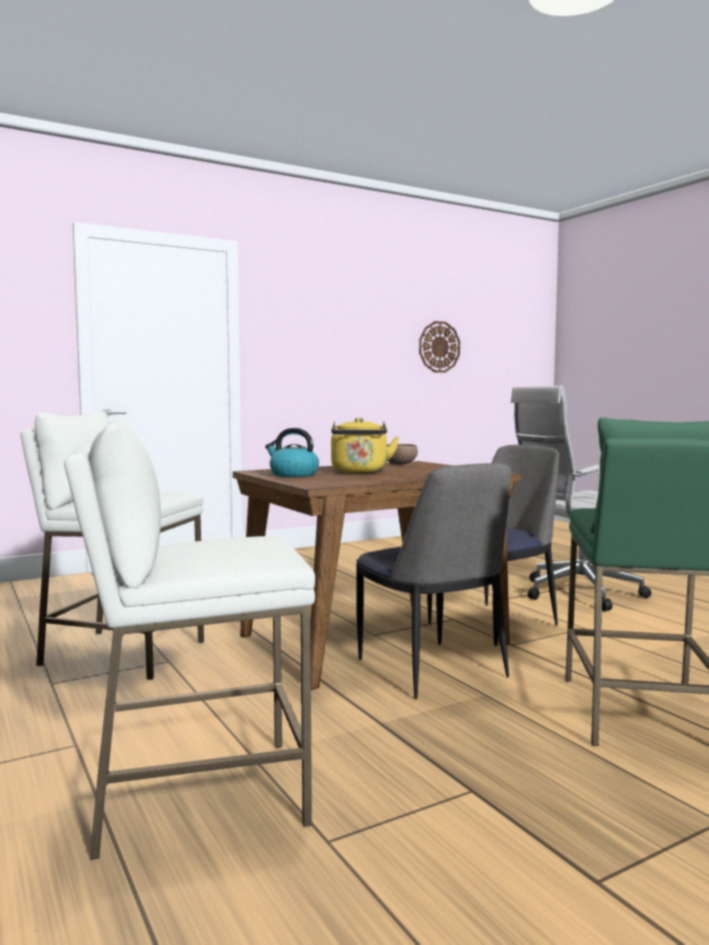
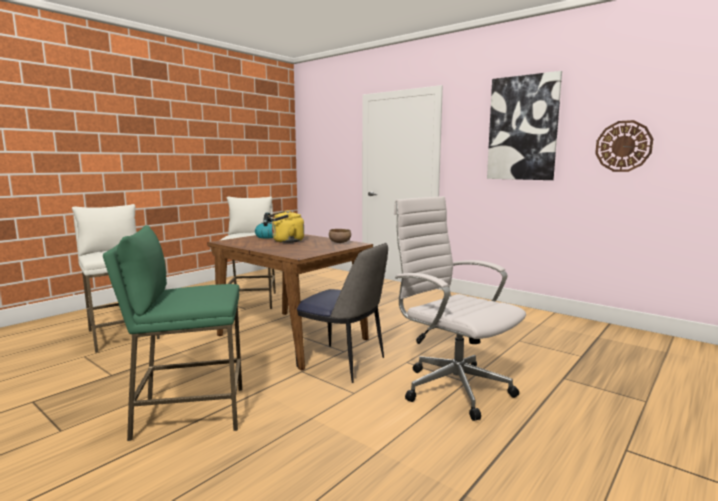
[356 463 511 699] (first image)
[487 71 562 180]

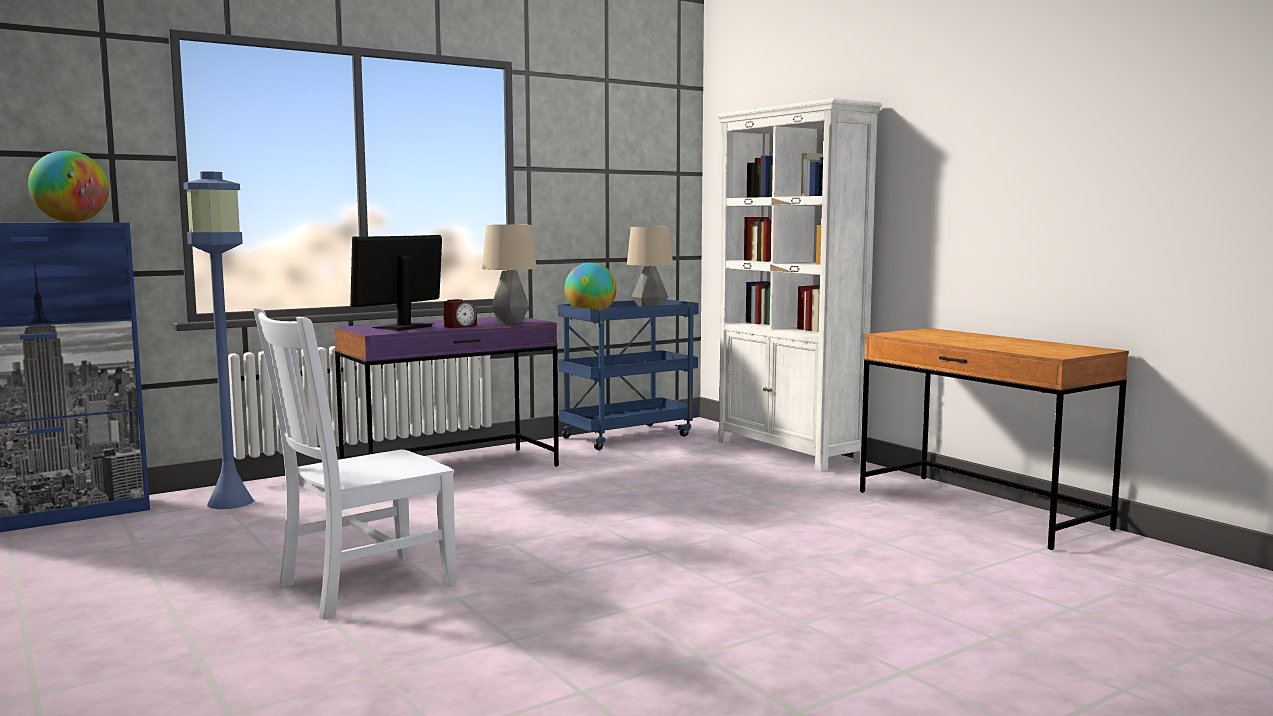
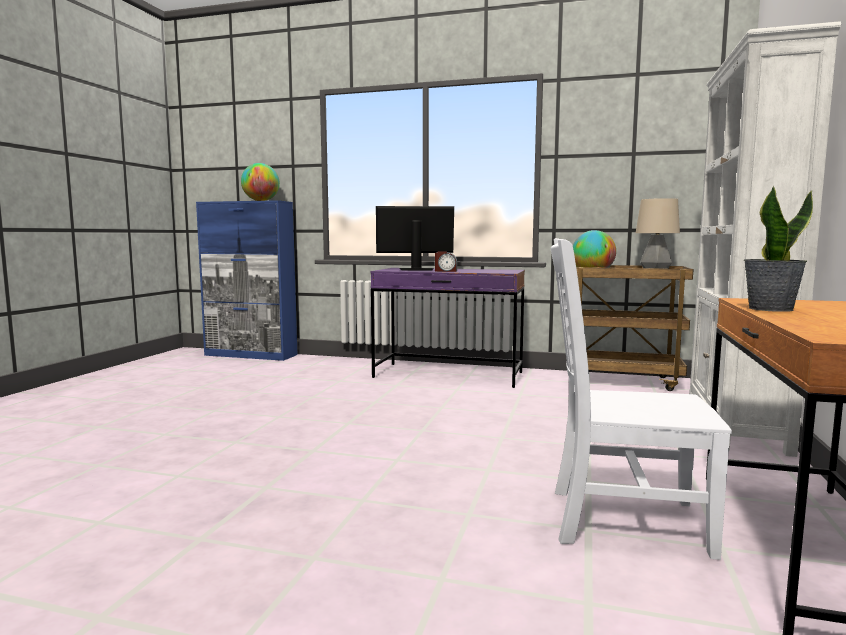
[183 172 254 509] (first image)
[551 238 732 560]
[482 225 537 324] (first image)
[576 265 694 391]
[744 186 813 312]

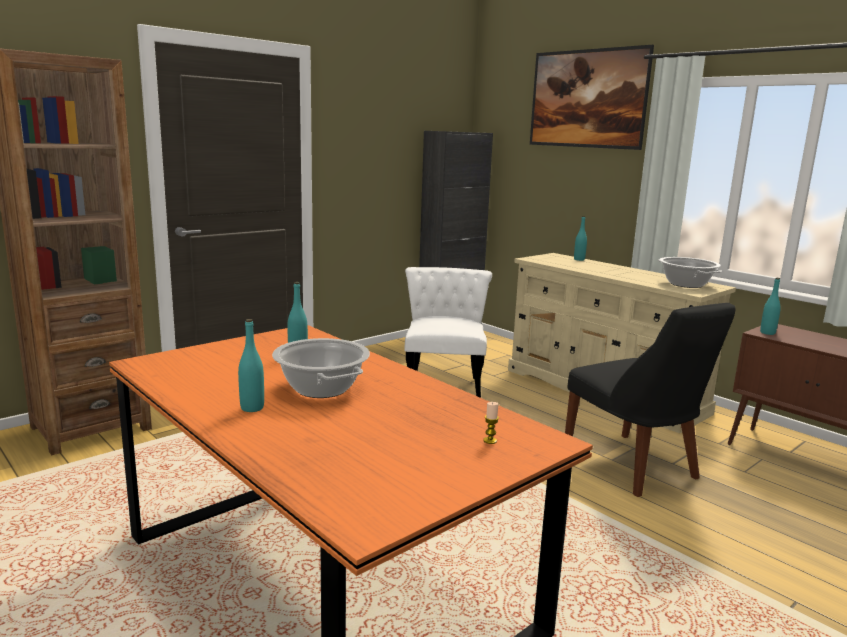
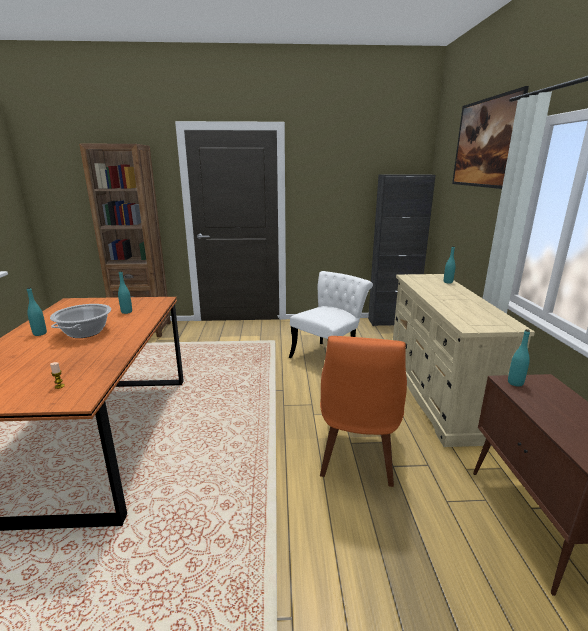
[320 336 407 487]
[658 257 722 288] (first image)

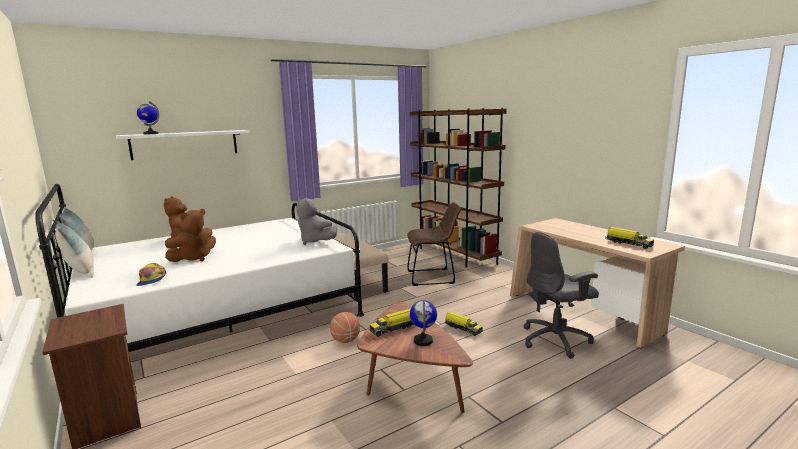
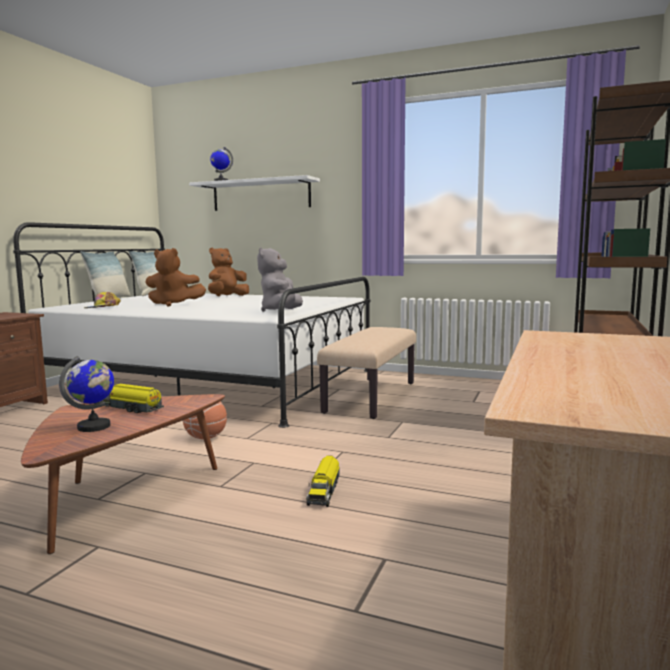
[407 202 461 286] (first image)
[523 232 599 359] (first image)
[605 227 654 249] (first image)

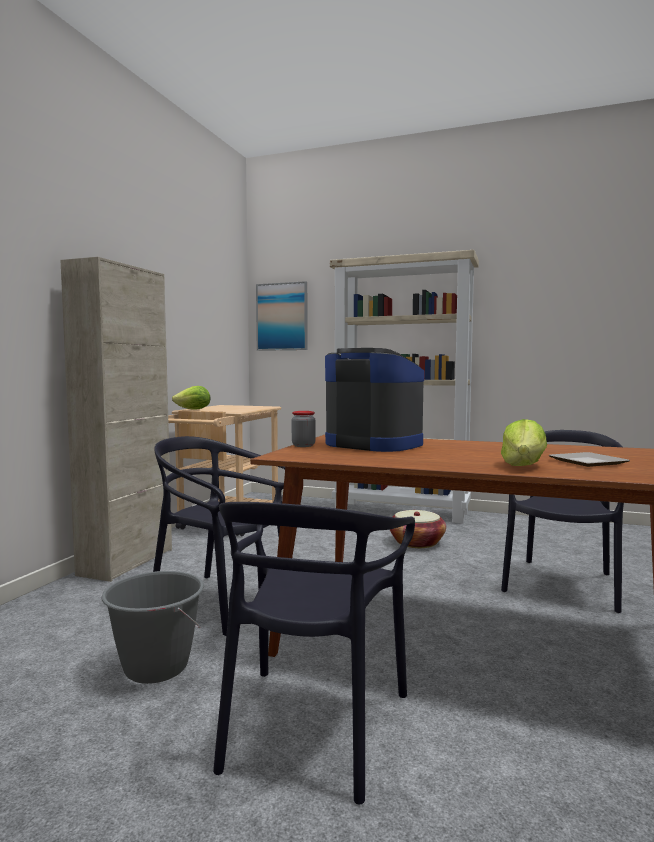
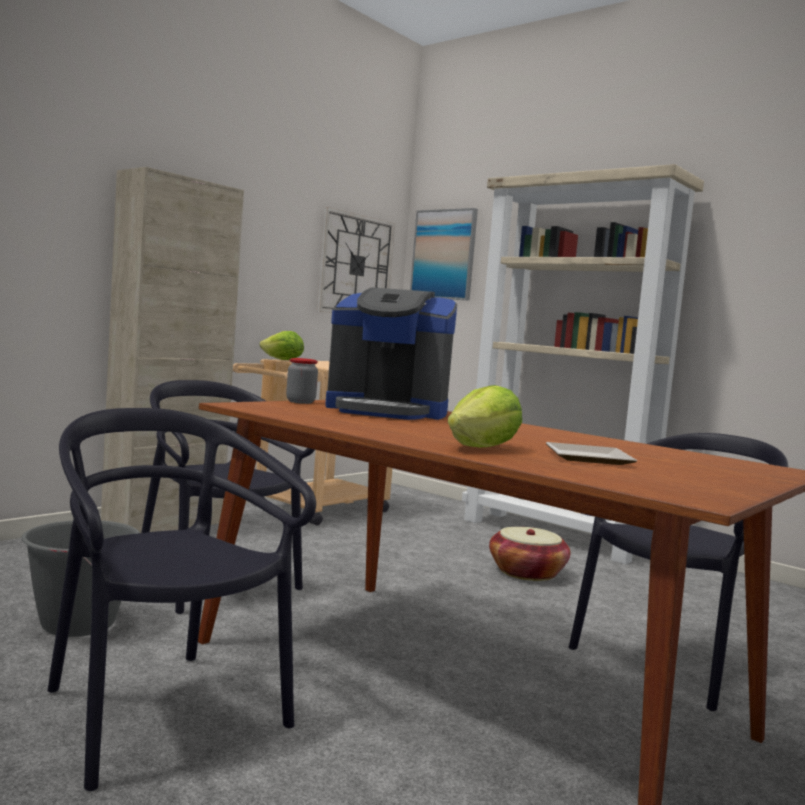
[48 408 316 791]
[325 287 457 420]
[317 207 395 313]

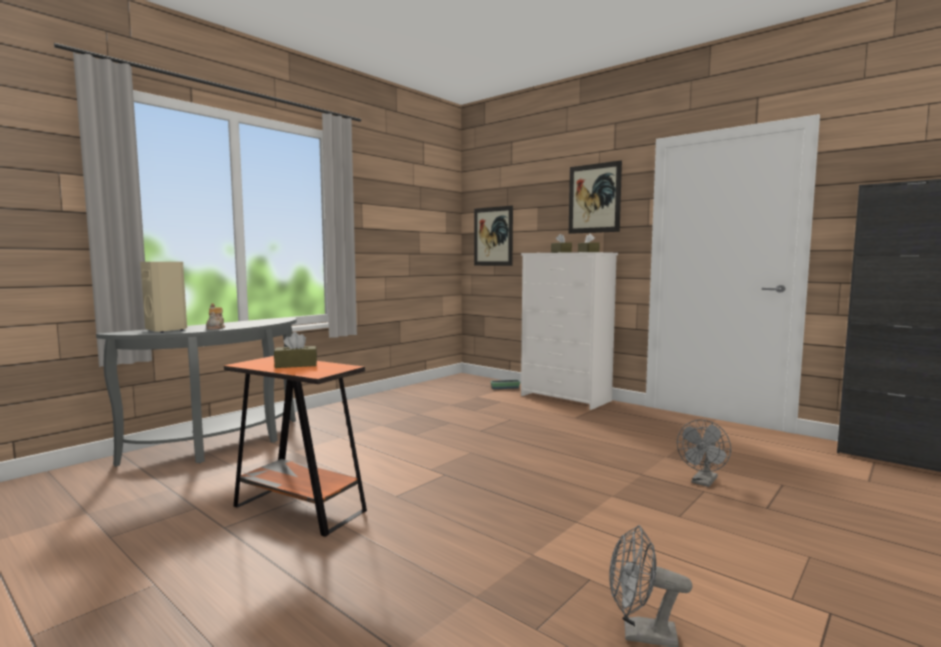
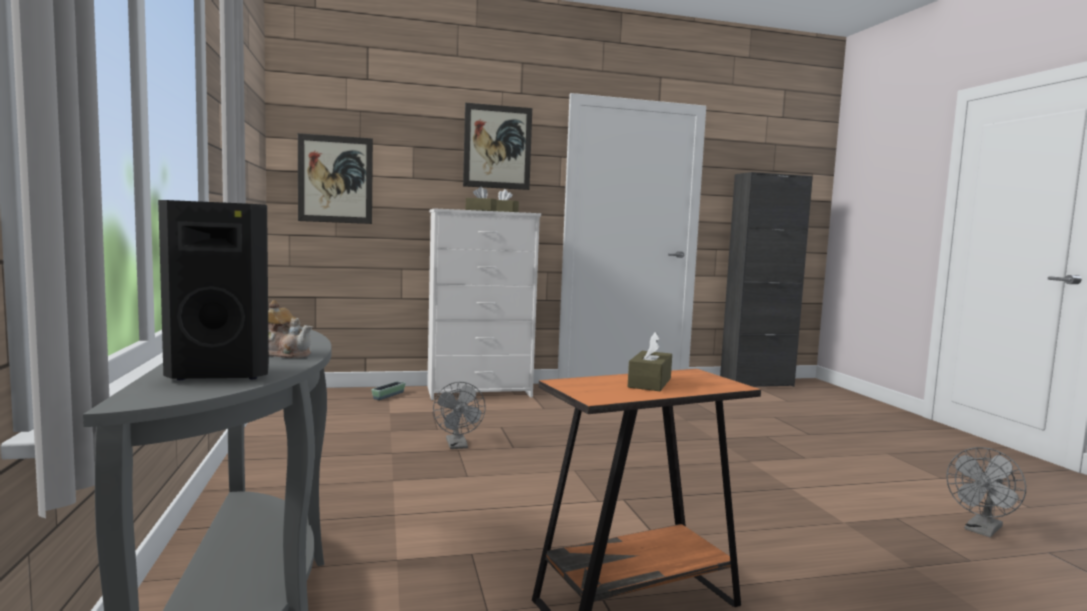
[158 200 269 380]
[433 382 486 449]

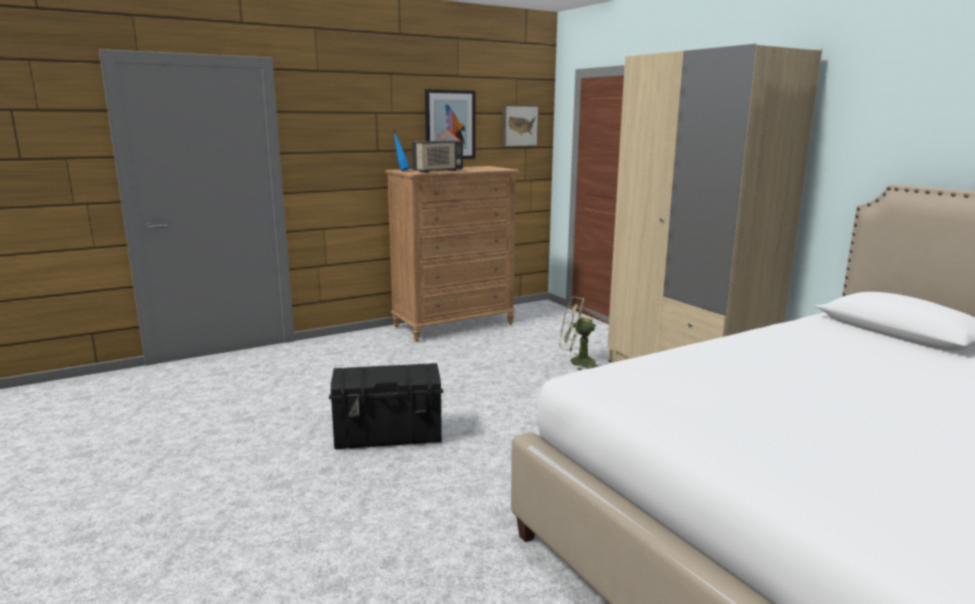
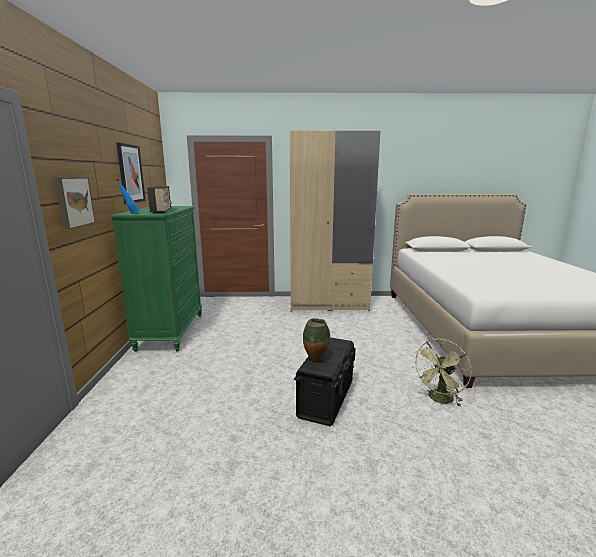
[111 206 202 352]
[54 177 96 229]
[414 339 472 407]
[303 318 330 361]

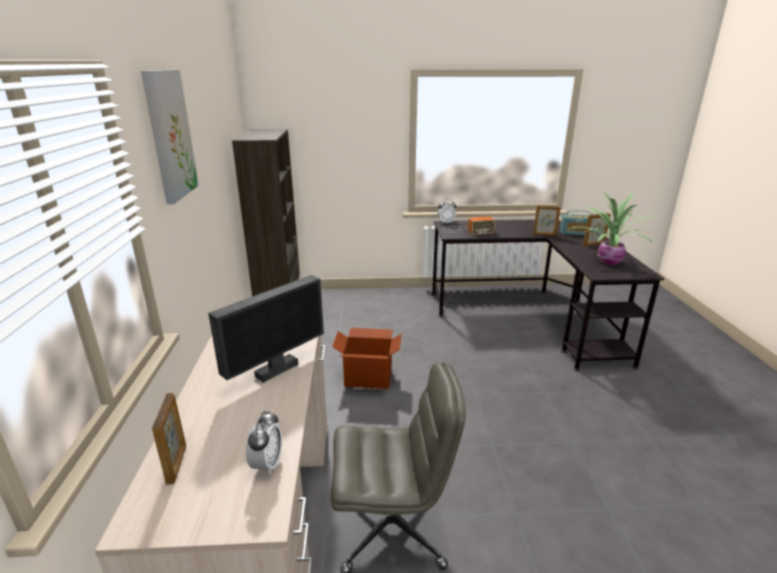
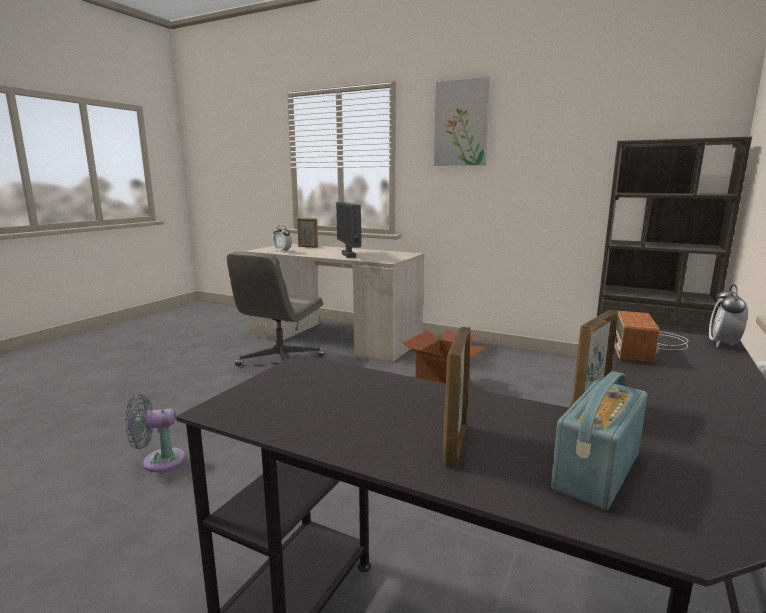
[567 192 655 265] (first image)
[125 394 185 472]

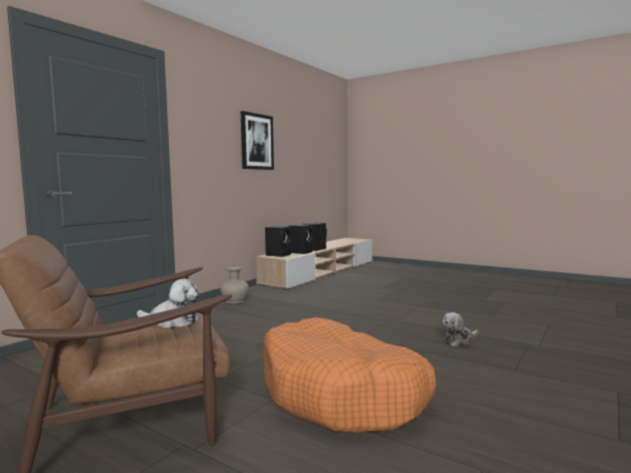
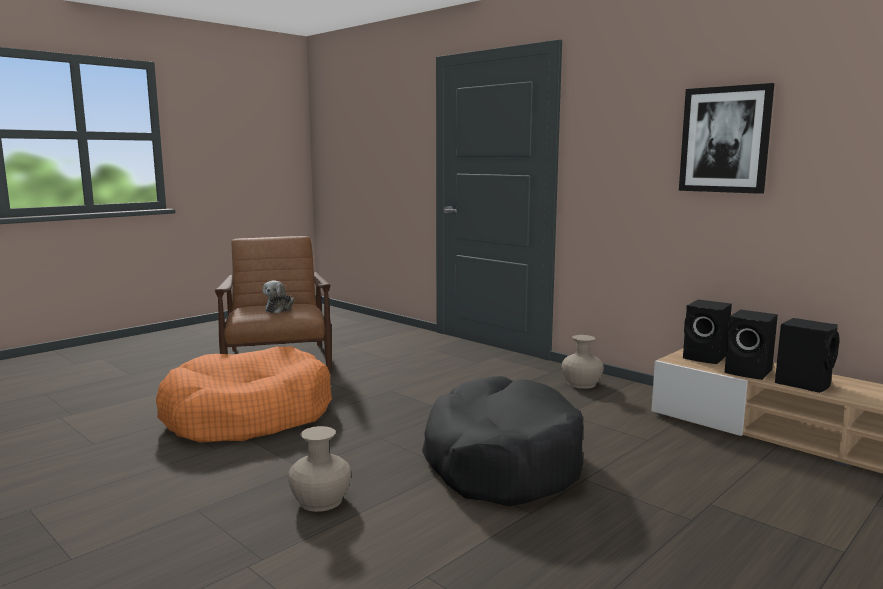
[288 426 351 512]
[422 376 584 506]

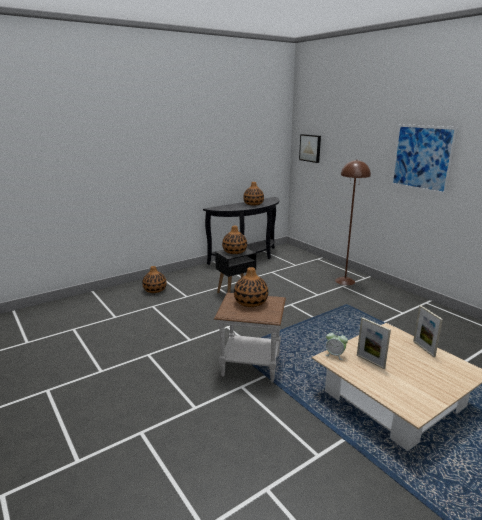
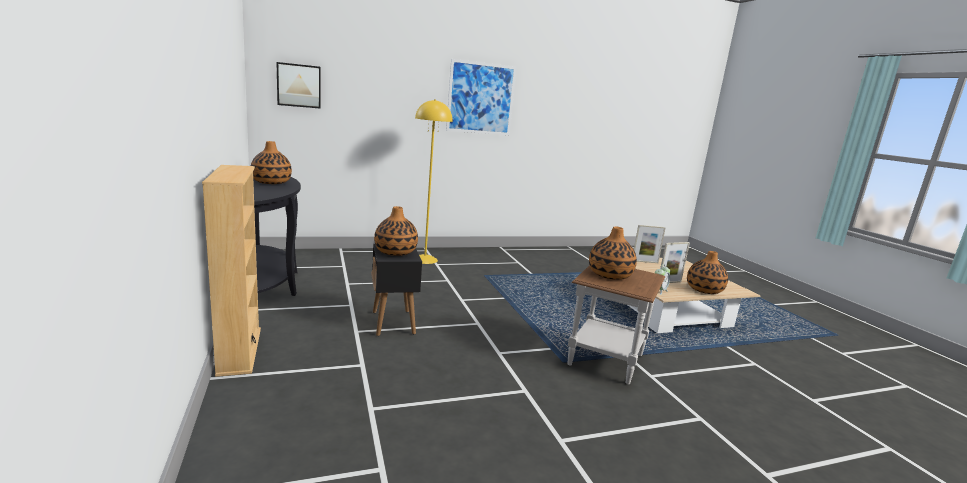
[687 251 728 294]
[415 99 452 264]
[202 165 261 377]

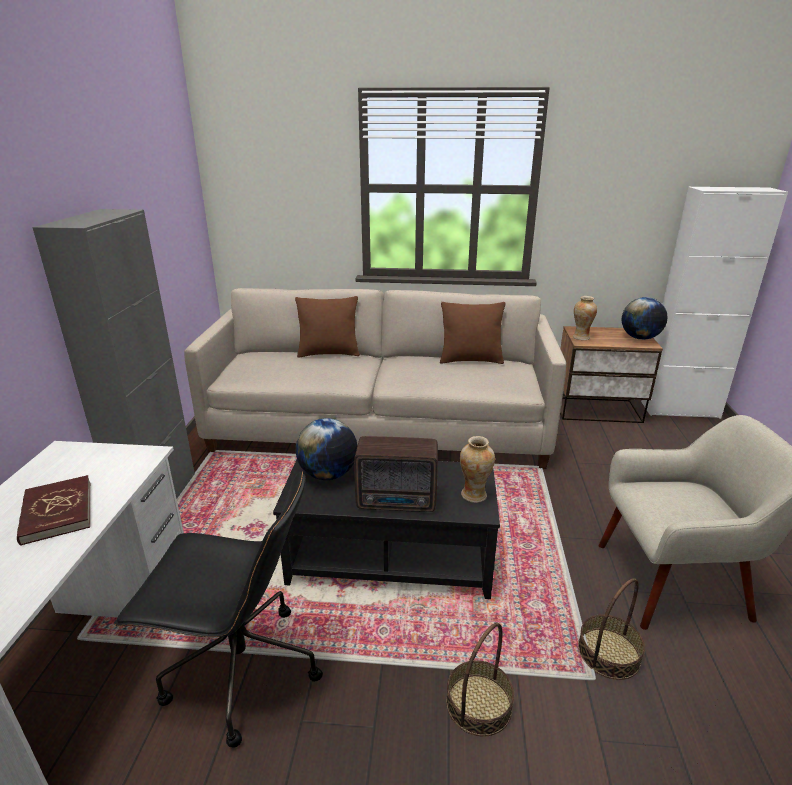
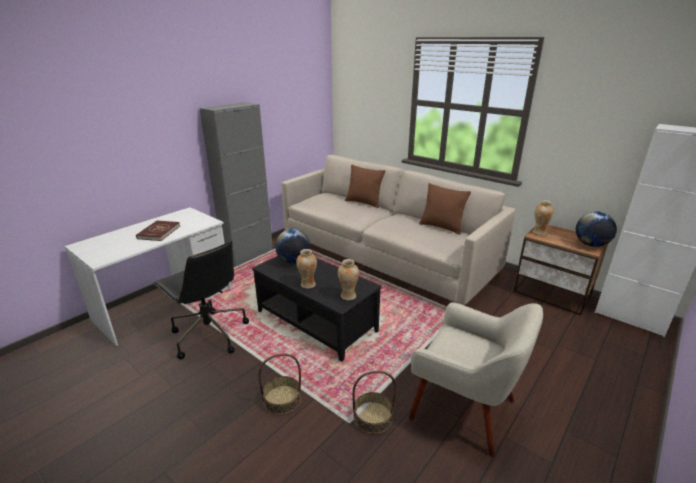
[296 249 317 289]

